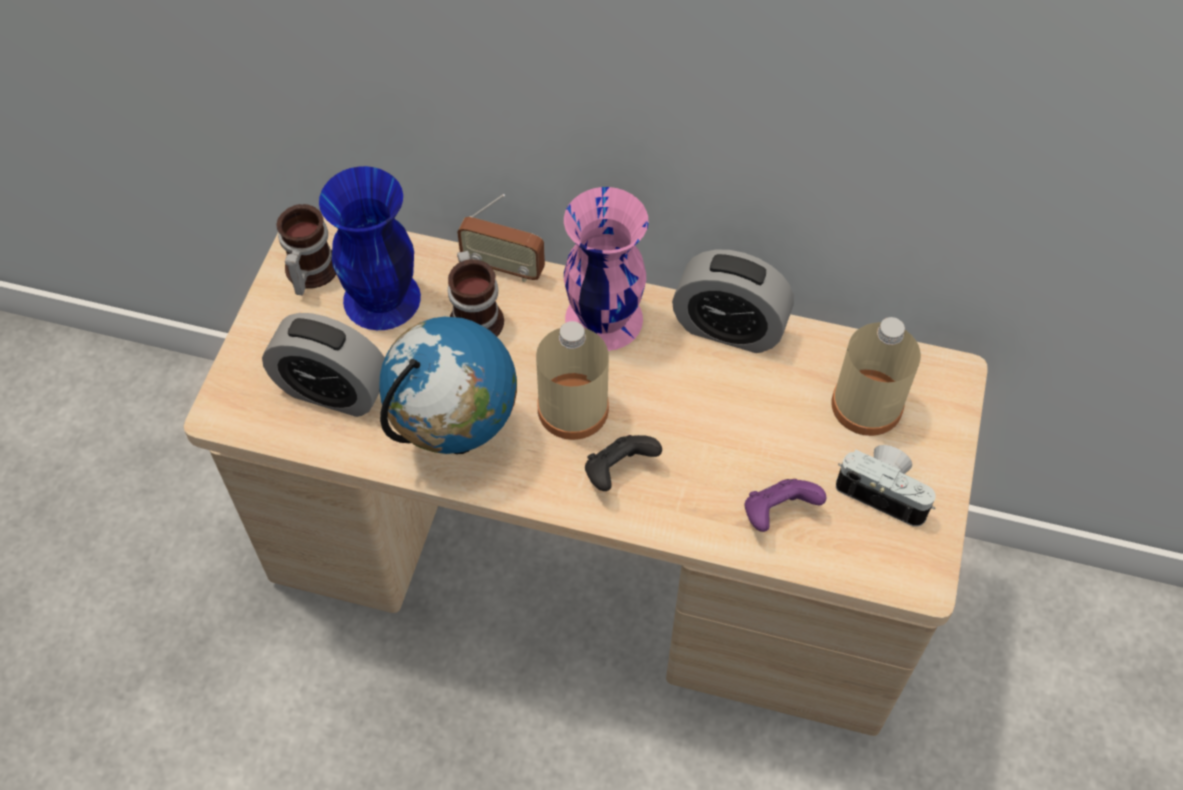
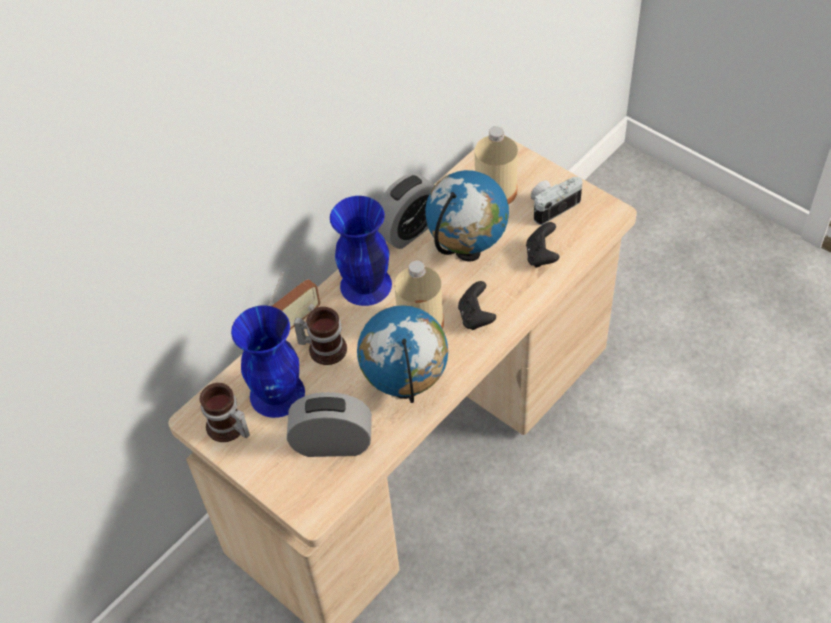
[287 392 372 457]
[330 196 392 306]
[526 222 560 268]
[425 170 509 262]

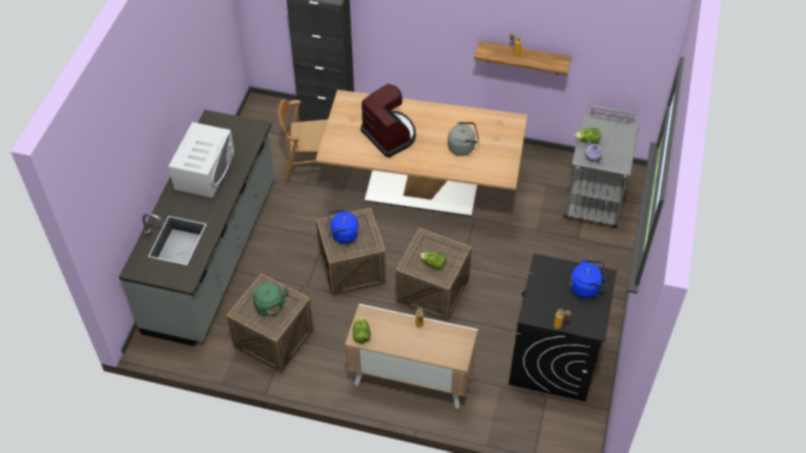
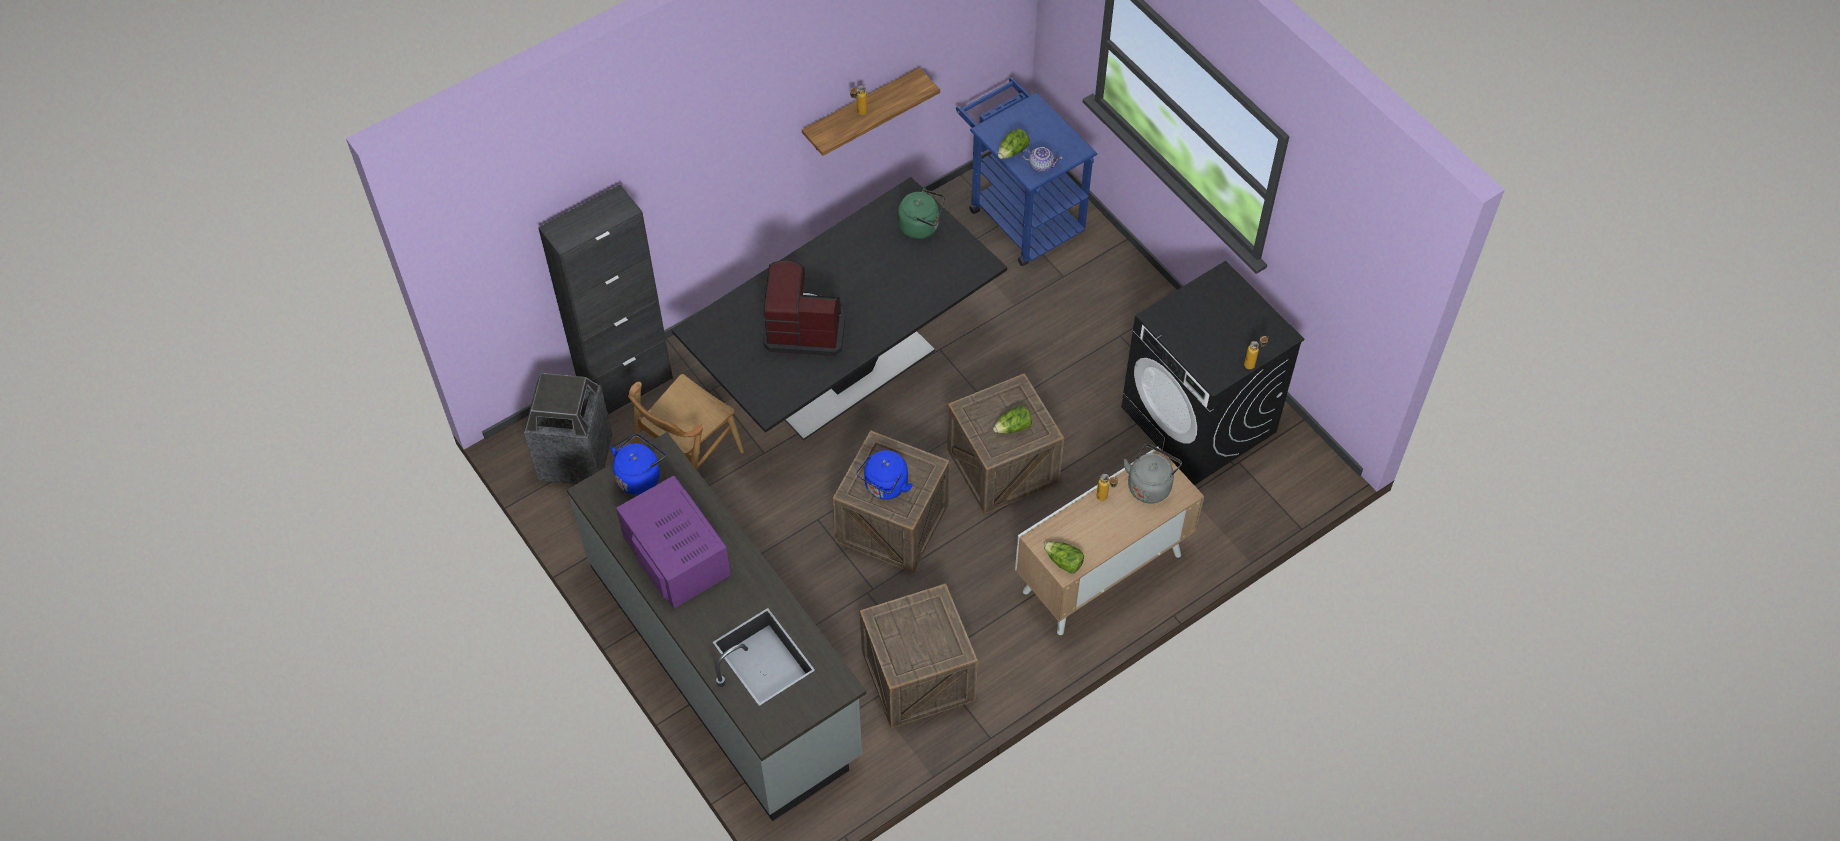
[616 475 731 608]
[898 188 945 239]
[671 177 1007 440]
[1123 444 1182 504]
[956 77 1097 266]
[611 433 666 495]
[524 373 612 484]

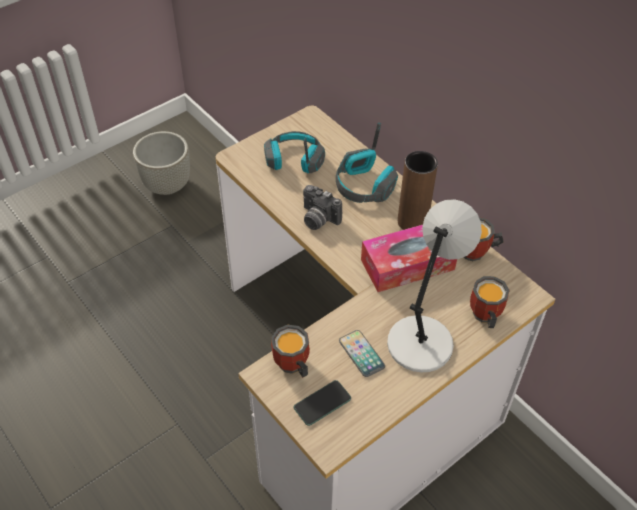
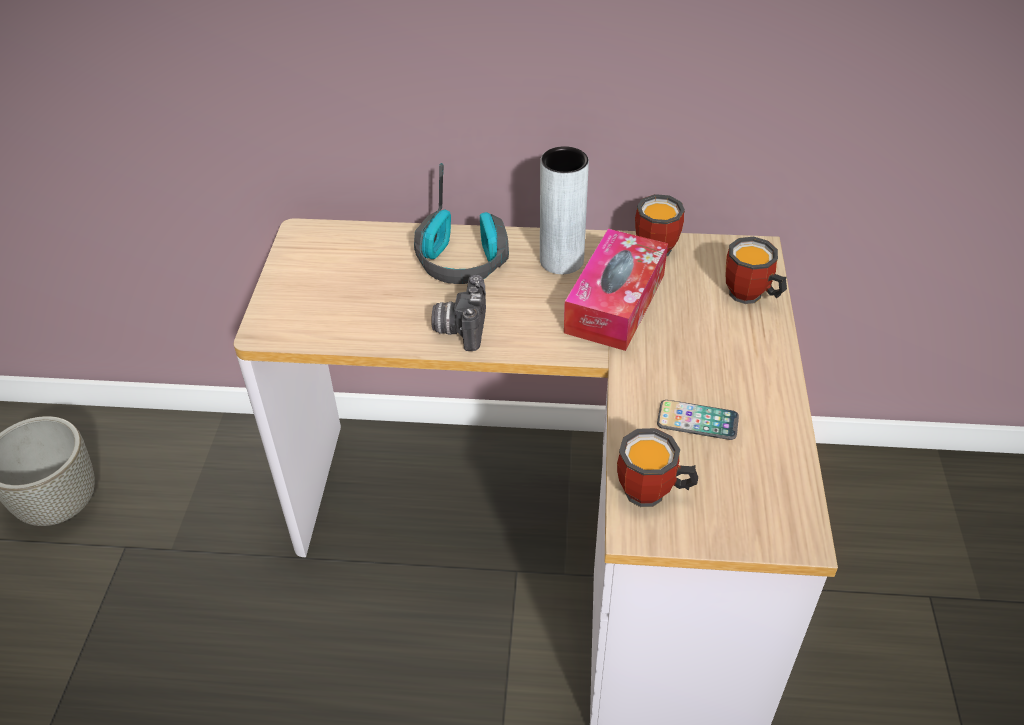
[264 131 325 173] (first image)
[294 380 351 426] (first image)
[432 275 486 351]
[387 199 482 372] (first image)
[540 146 589 274]

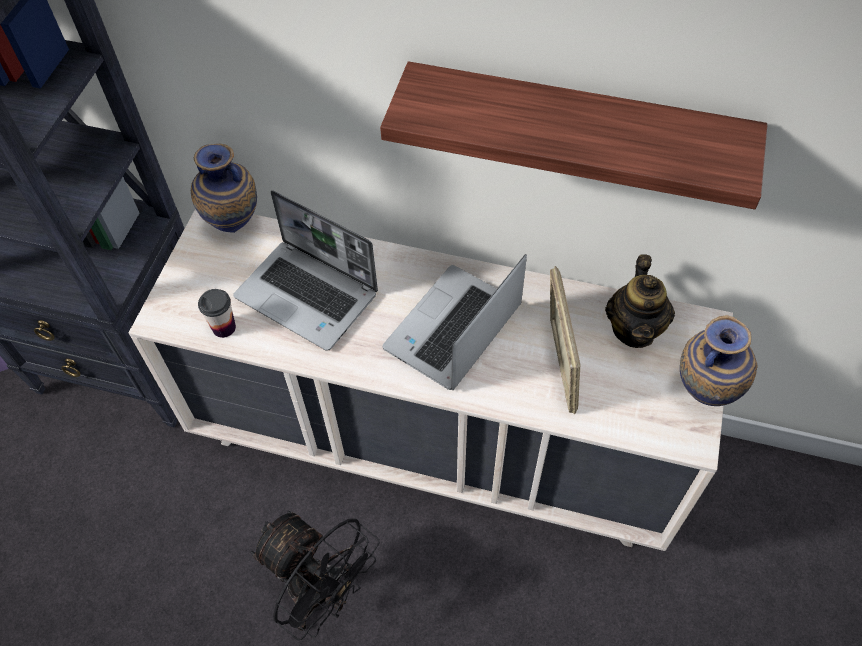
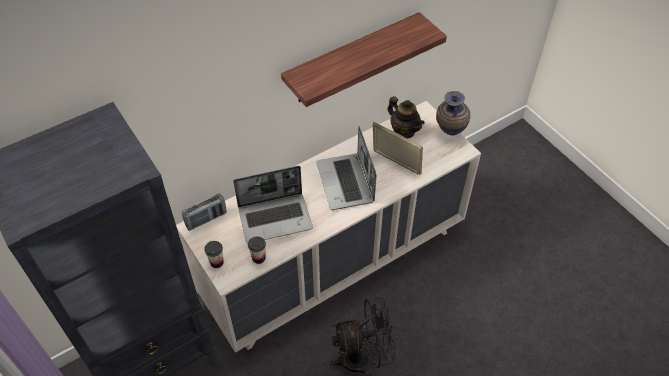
[182 193 227 231]
[204 241 224 268]

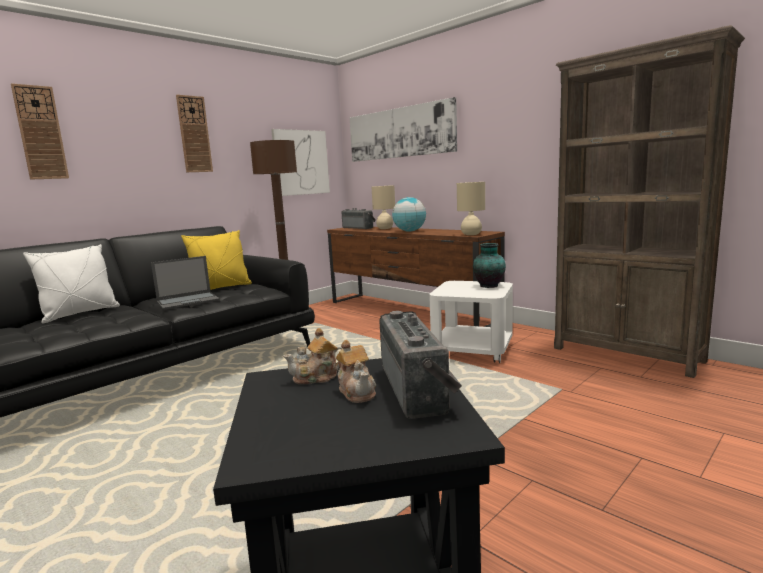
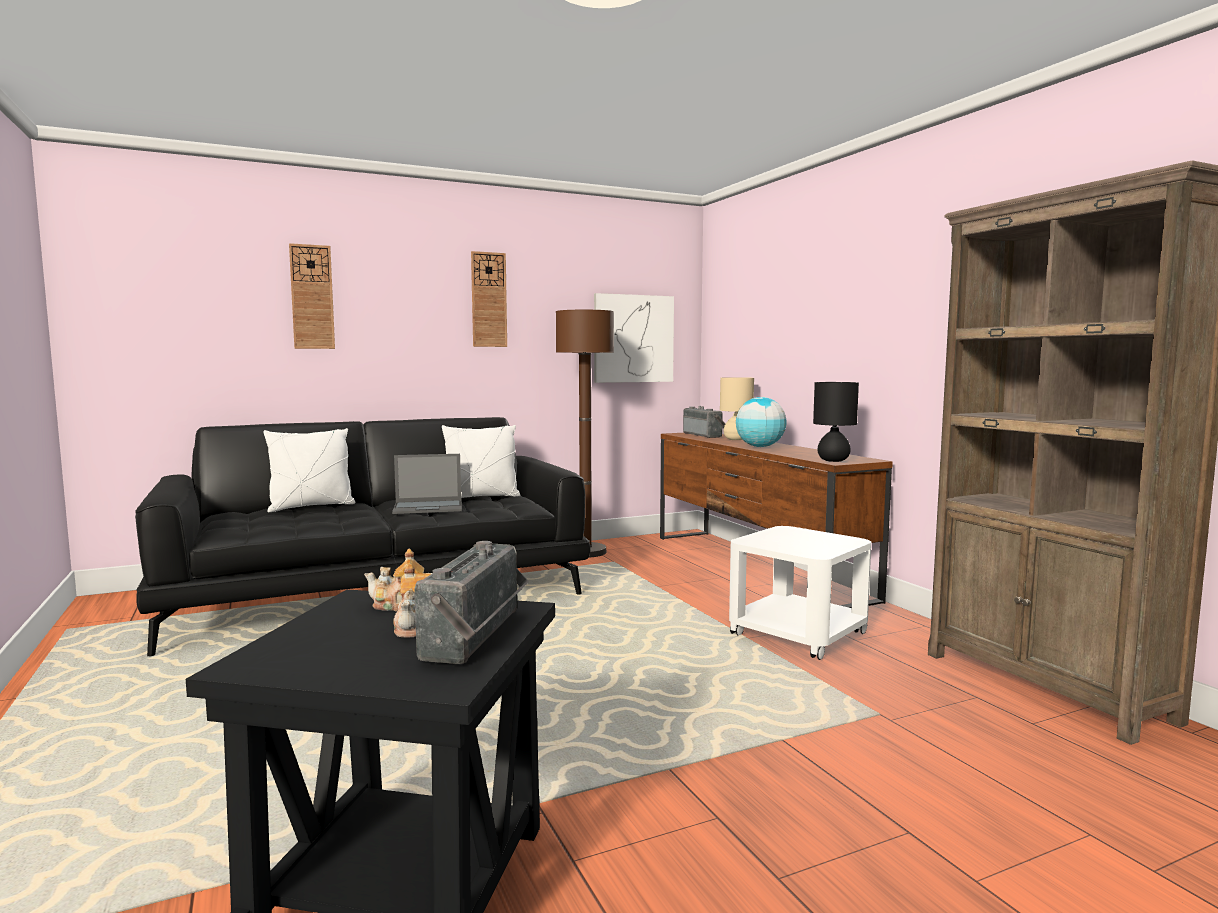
[442 425 520 498]
[350 97 457 162] (first image)
[813 382 859 462]
[473 243 506 288] (first image)

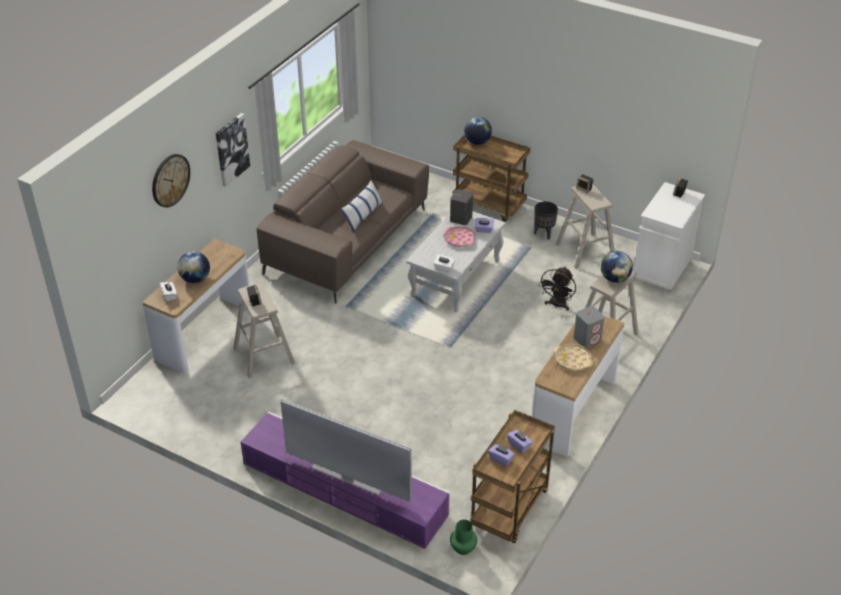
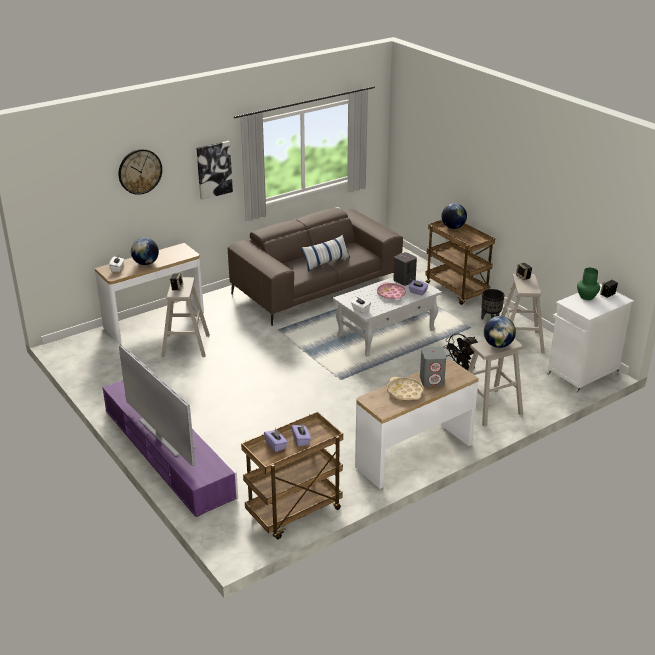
[577 268 600 300]

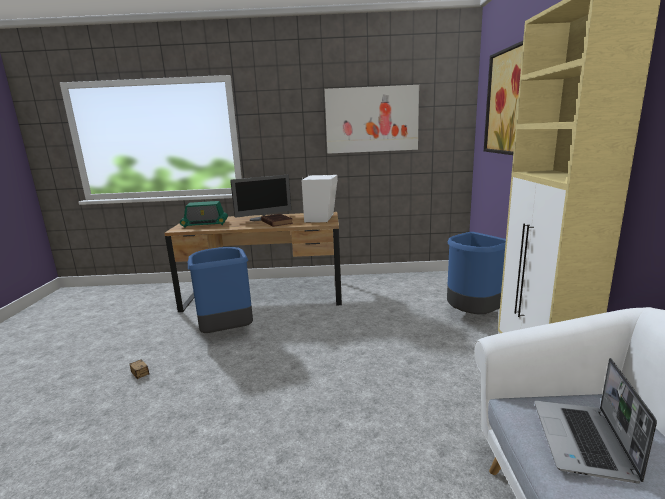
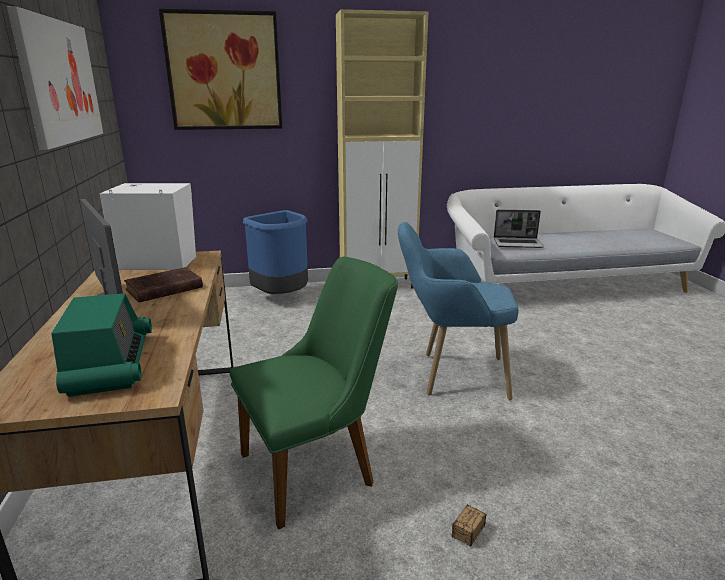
[229 257 398 529]
[398 222 518 400]

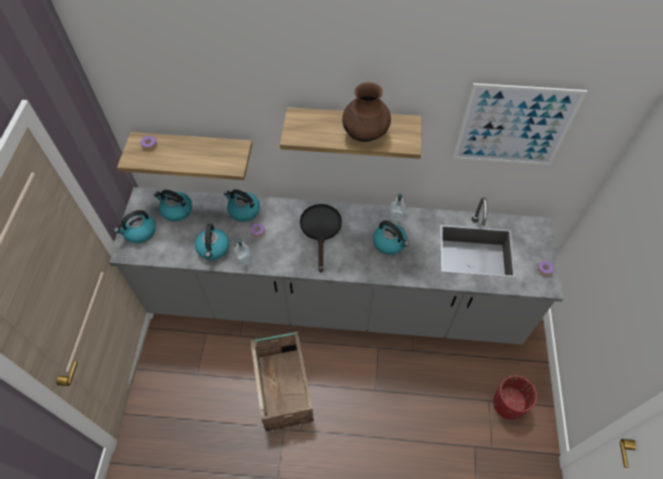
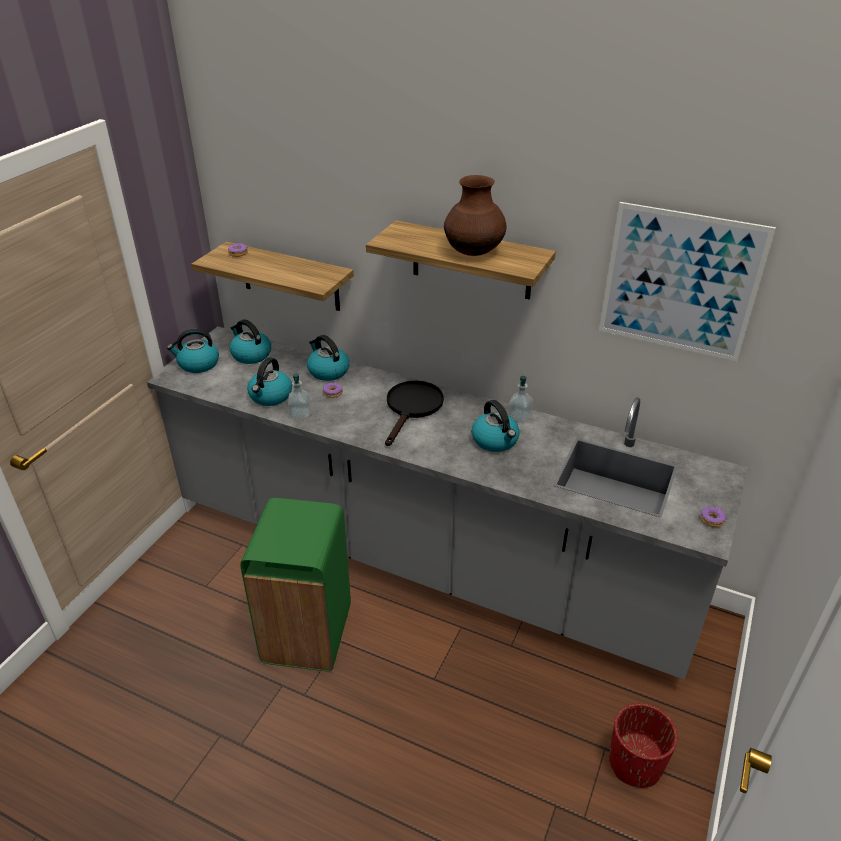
[240 498 351 671]

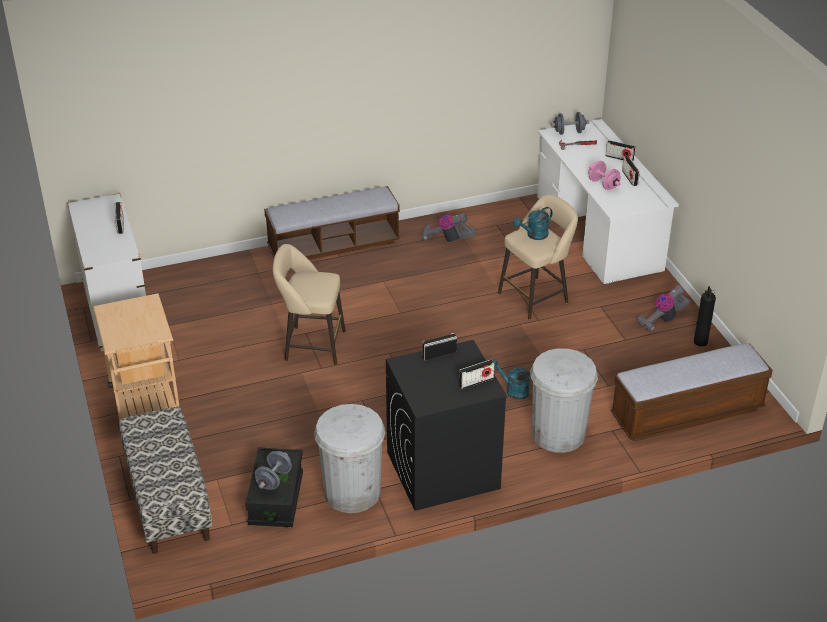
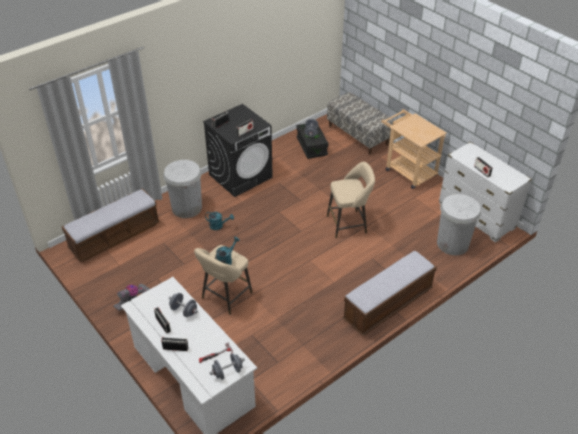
[437 194 481 255]
[422 213 476 242] (first image)
[169 293 198 317]
[694 286 716 347] (first image)

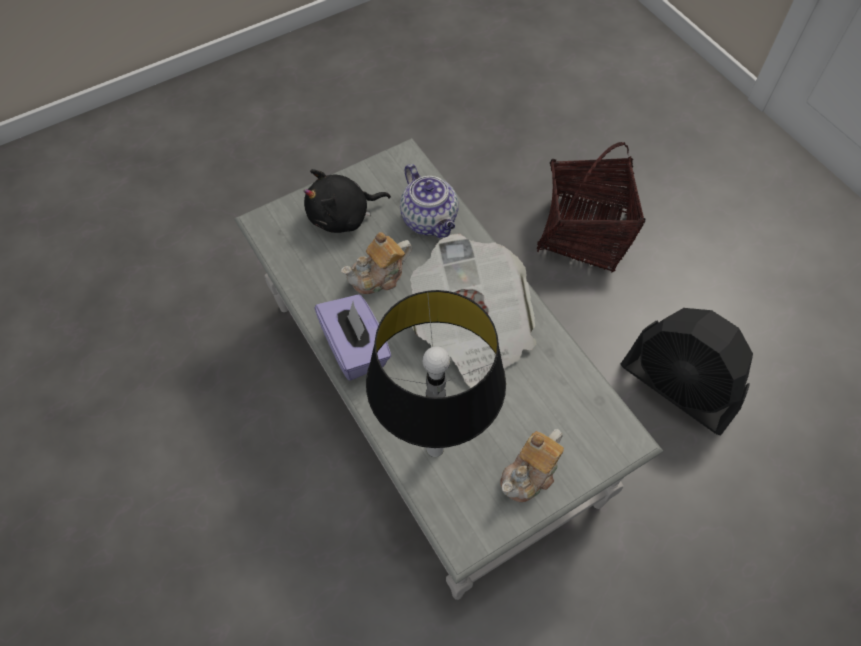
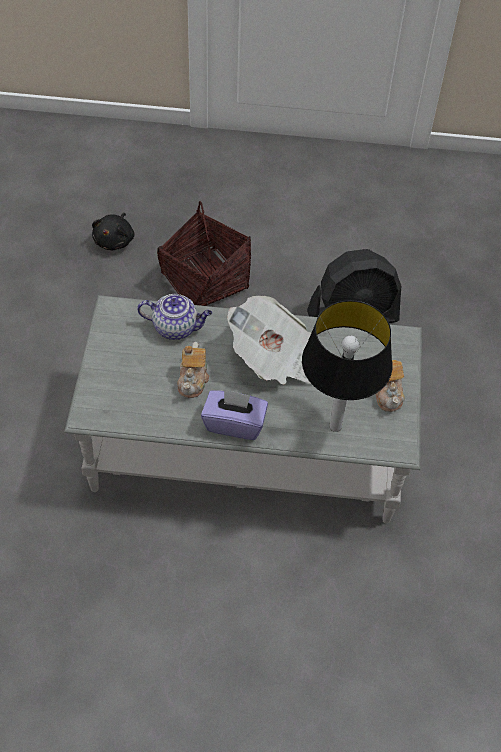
[92 213 135 250]

